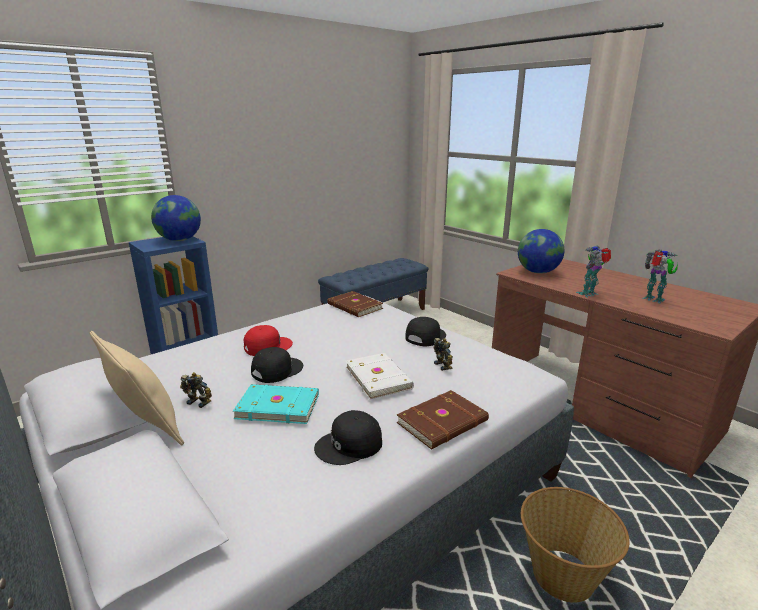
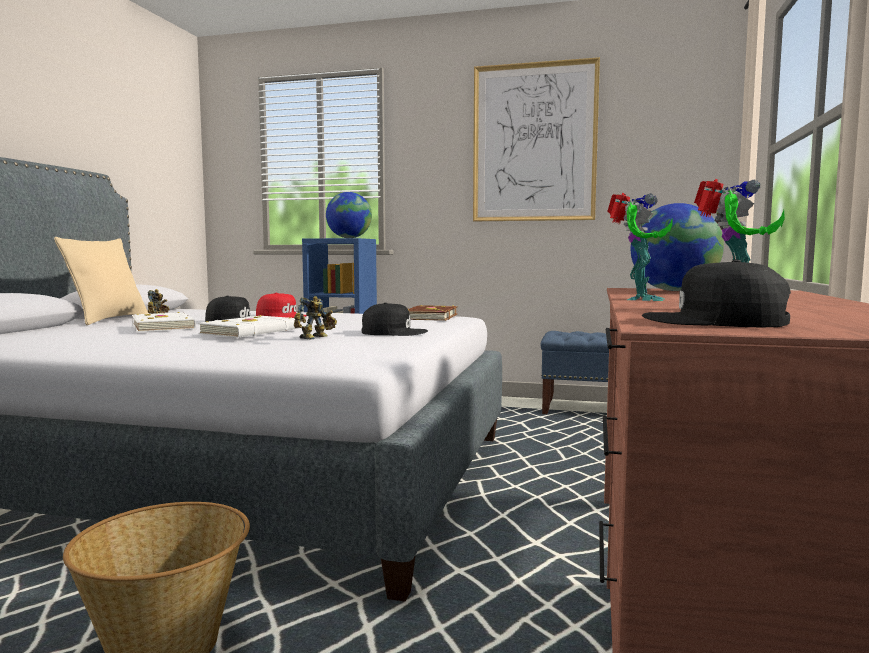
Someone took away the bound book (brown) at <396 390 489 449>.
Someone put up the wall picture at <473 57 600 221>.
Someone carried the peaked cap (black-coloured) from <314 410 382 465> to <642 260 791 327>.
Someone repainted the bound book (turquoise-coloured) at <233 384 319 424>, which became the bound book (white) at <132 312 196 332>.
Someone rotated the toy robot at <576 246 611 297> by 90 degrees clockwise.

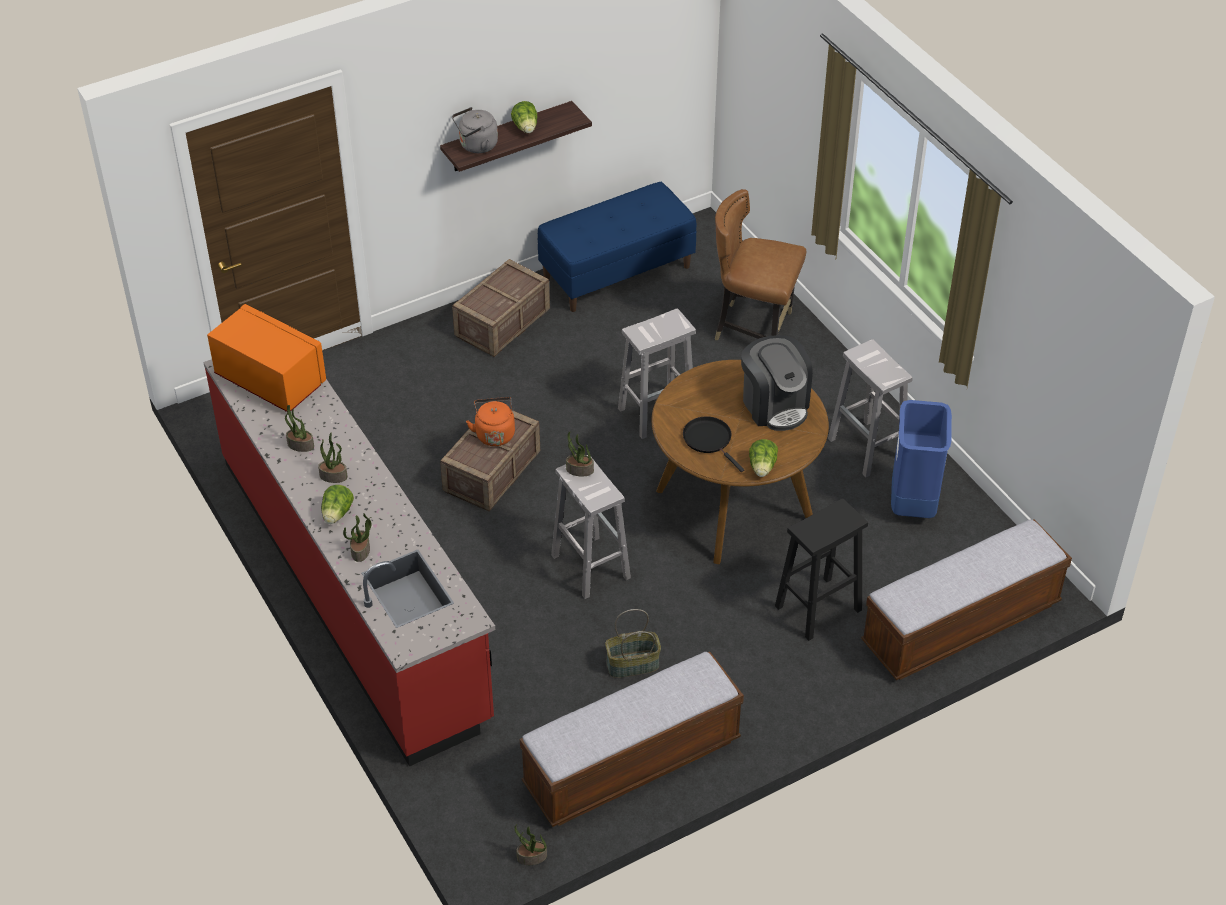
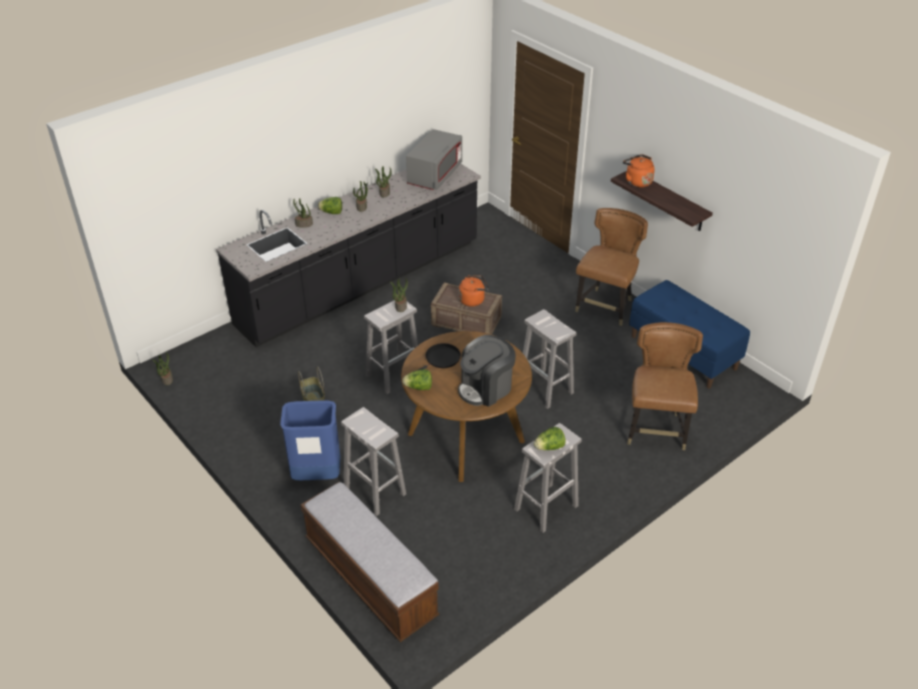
Someone took away the long seat at <520 652 744 827>.
Someone carried the lettuce head from <511 101 537 133> to <534 427 566 450>.
Someone carried the waste bin (blue) from <891 400 952 518> to <280 400 340 480>.
Someone swapped the packing crate at <452 259 550 357> for the upright chair (brown) at <575 208 648 326>.
Someone repainted the kitchen counter (red) at <203 359 495 767>, which became the kitchen counter (black-coloured) at <216 164 481 347>.
Someone repainted the microwave oven (orange-coloured) at <207 304 326 412>, which became the microwave oven (grey) at <406 129 462 190>.
Someone repainted the kettle (grey) at <452 107 498 153>, which became the kettle (orange-coloured) at <623 154 655 187>.
Someone repainted the sitting stool (black-coloured) at <775 498 868 641>, which became the sitting stool (white) at <341 407 406 516>.

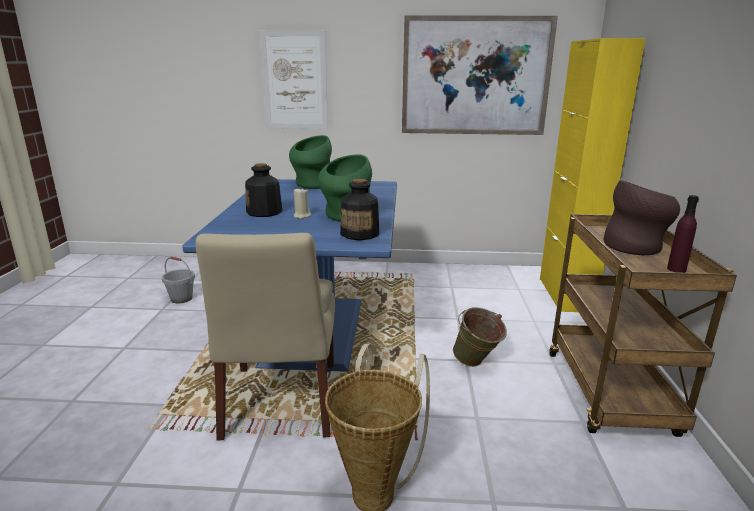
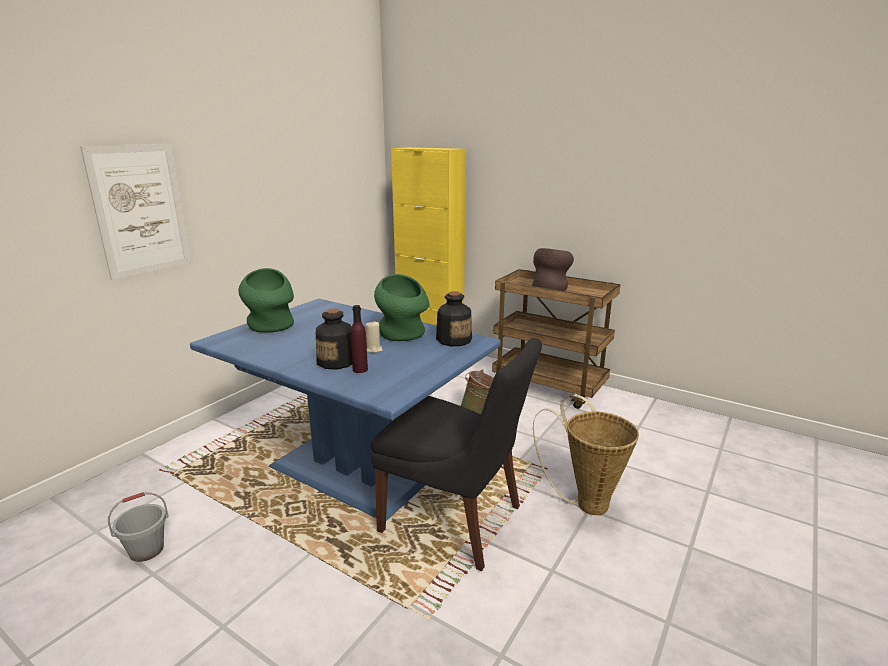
Someone took away the wall picture at <402 15 558 135>.
Someone carried the drink bottle (purplish) from <667 195 699 273> to <350 305 368 373>.
Someone repainted the upright chair (beige) at <195 233 335 440>, which became the upright chair (black-coloured) at <371 338 542 571>.

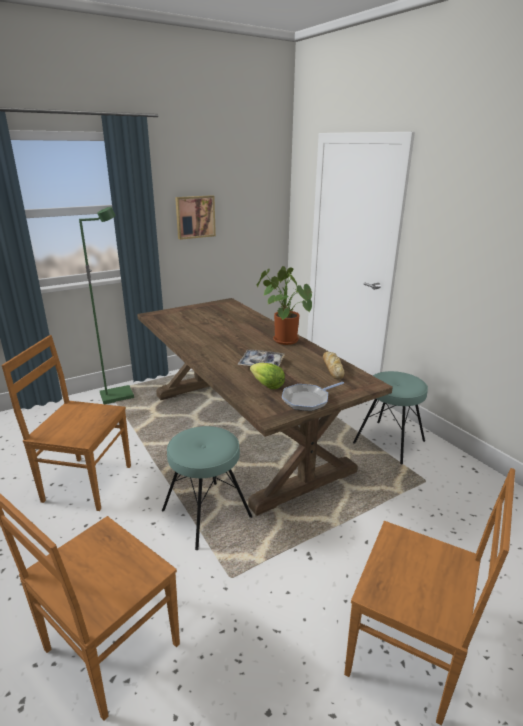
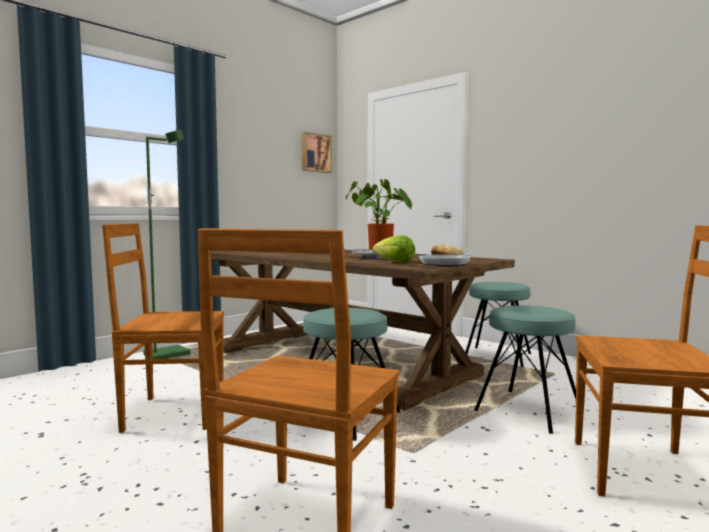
Someone put down the sitting stool (turquoise-coloured) at <474 305 576 434>.
Someone carried the wall picture from <175 195 216 240> to <302 132 332 173>.

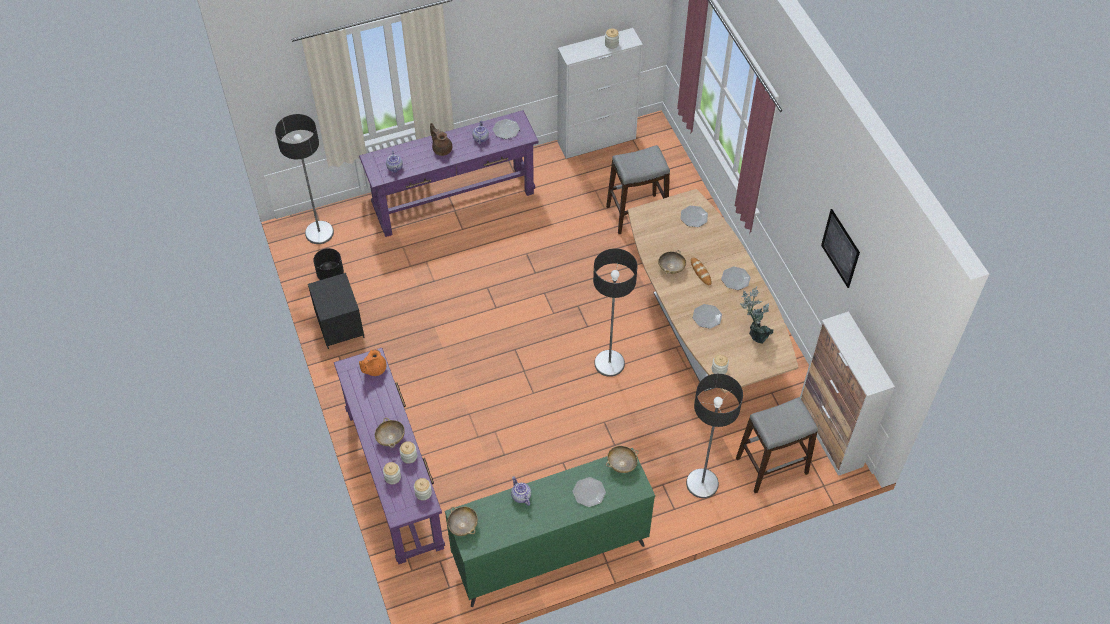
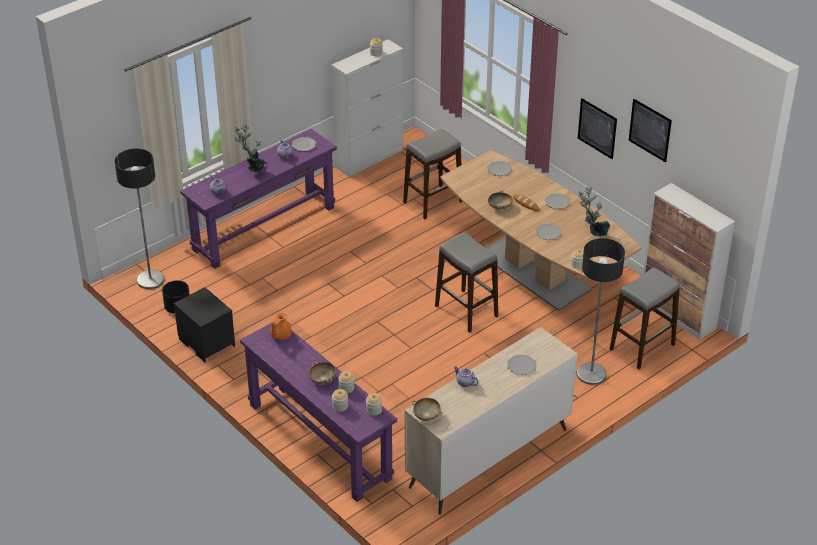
Someone took away the serving bowl (beige) at <606 446 639 473>.
Someone put up the wall picture at <578 98 617 159>.
Someone swapped the pot for tea (brown) at <430 123 452 156> for the plant in a pot at <234 124 268 172>.
Someone swapped the standing lamp at <593 248 637 377> for the sitting stool (grey) at <435 233 498 333>.
Someone repainted the chest of drawers (green) at <445 448 655 607>, which became the chest of drawers (beige) at <405 327 578 515>.

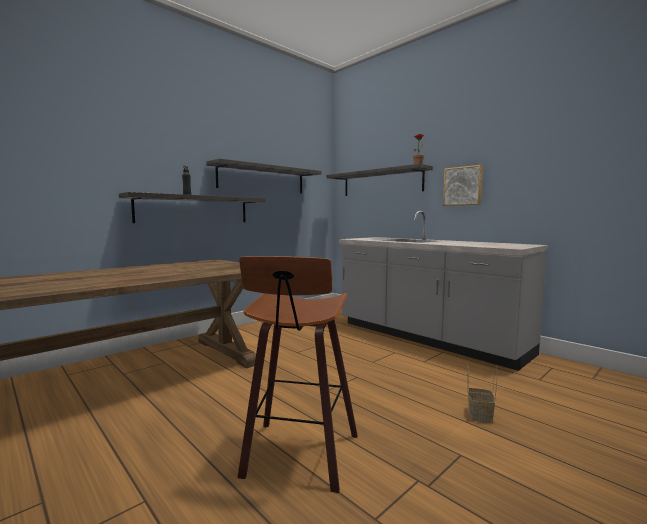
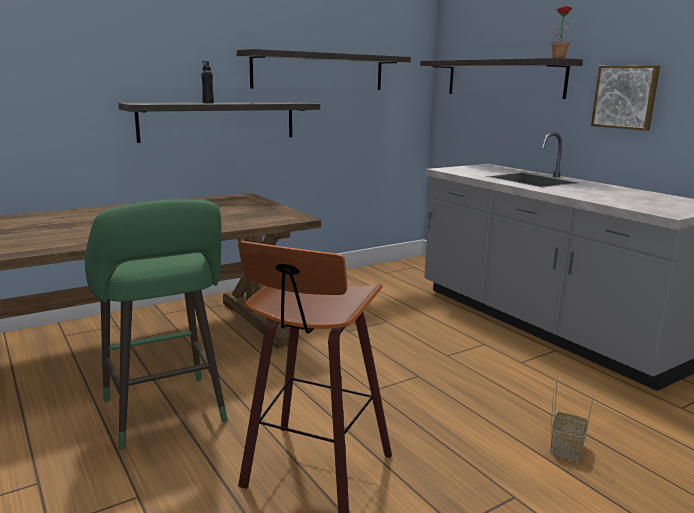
Someone put down the sitting stool (green) at <85 199 228 450>.

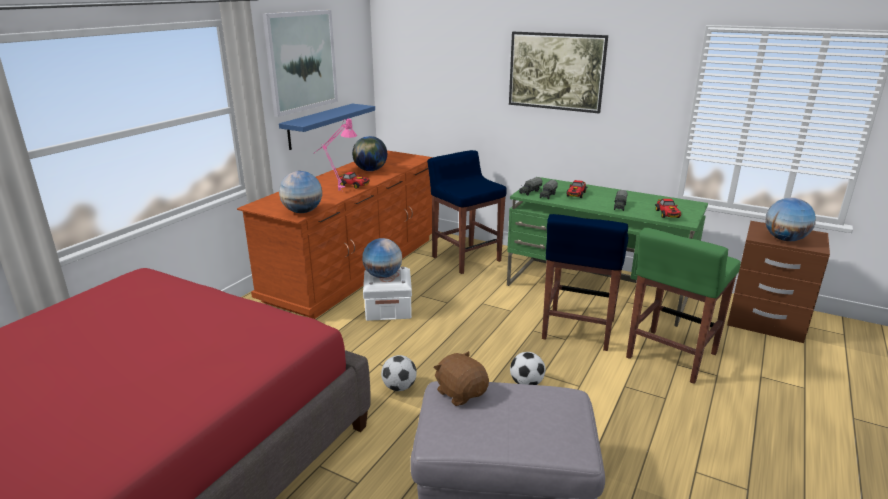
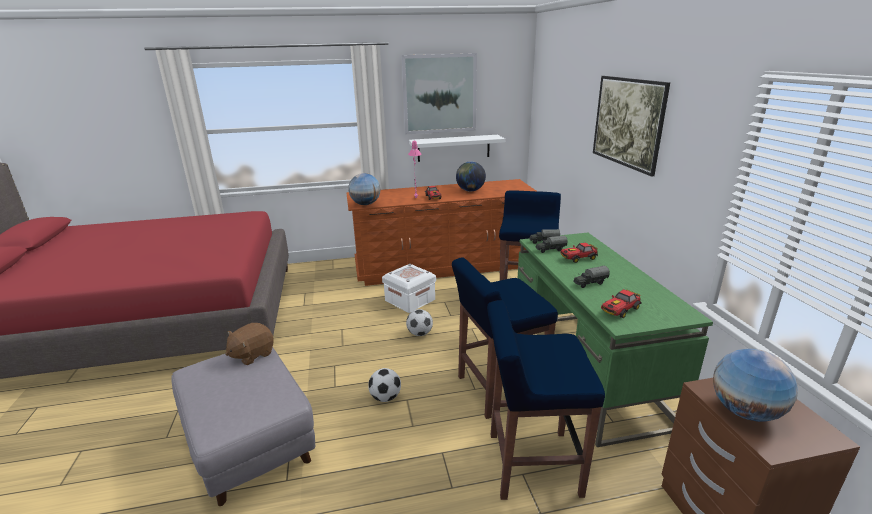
Someone took away the globe at <362 238 402 278>.
Someone carried the football ball from <381 355 417 391> to <406 309 433 336>.
Someone repainted the wall shelf (blue) at <279 104 375 150>, which became the wall shelf (white) at <409 135 505 162>.
Someone repainted the sitting stool (green) at <626 228 741 384>, which became the sitting stool (blue) at <487 300 605 500>.
Someone rotated the soft toy (brown) at <434 351 489 406> by 150 degrees counterclockwise.

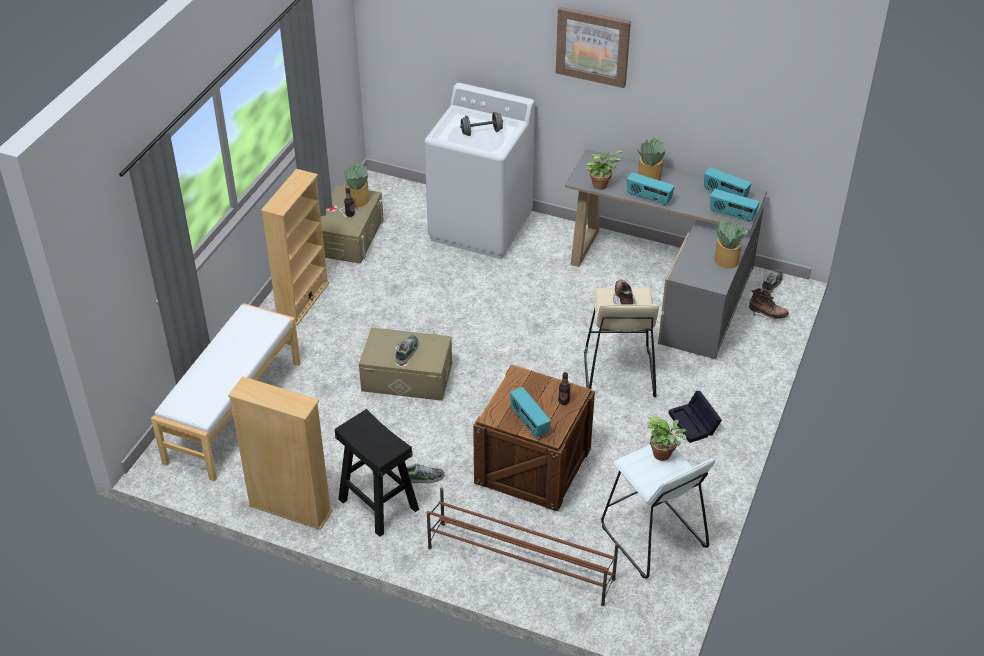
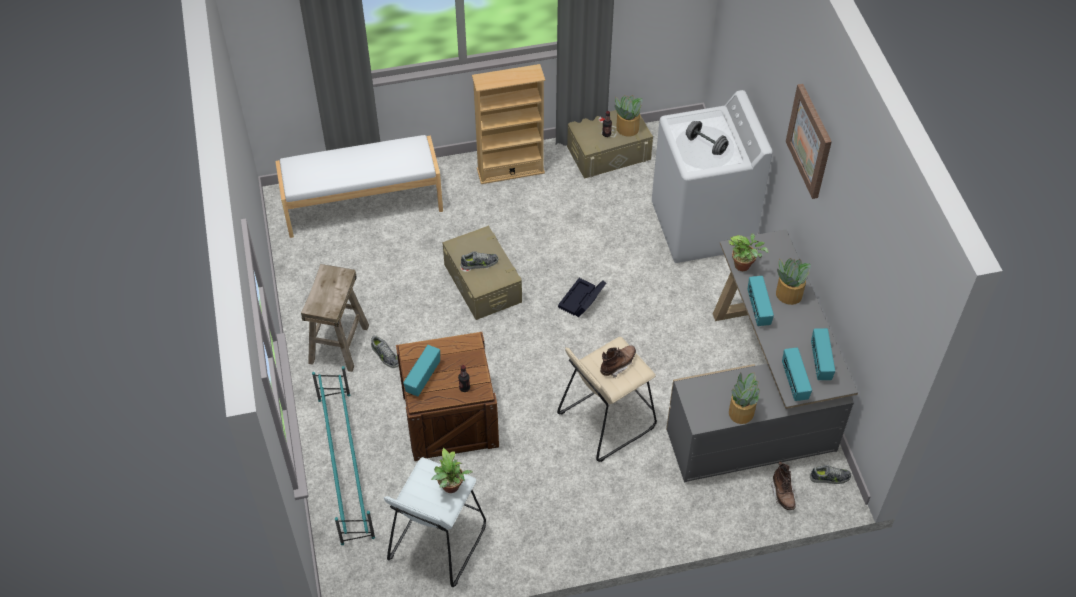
Someone took away the bookcase (beige) at <228 376 333 530>.
Someone carried the storage box (black-coloured) from <668 391 722 443> to <558 278 606 317>.
Someone repainted the sitting stool (black-coloured) at <335 409 419 537>, which became the sitting stool (beige) at <301 264 369 372>.
Someone repainted the shoe shelf (brown) at <427 488 619 606>, which became the shoe shelf (turquoise-coloured) at <312 366 375 545>.

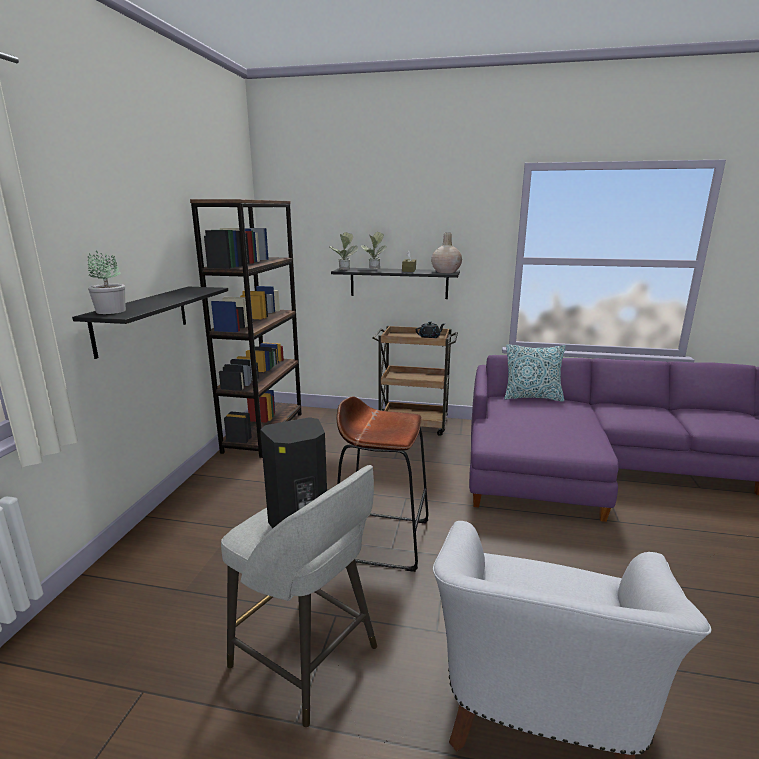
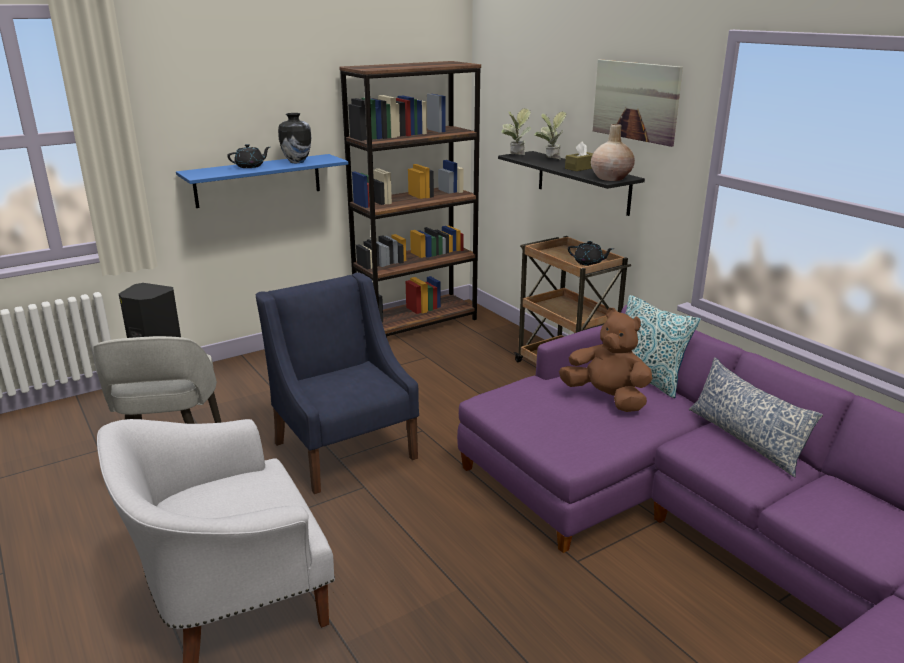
Someone took away the plant in a pot at <87 250 126 314>.
Someone put down the pot for tea (black-coloured) at <227 144 270 168>.
Someone put down the vase at <278 113 311 163>.
Someone put down the soft toy (brown) at <559 308 653 412>.
Someone put up the wall picture at <593 59 683 147>.
Someone put down the cushion at <689 357 823 477>.
Someone swapped the sitting stool (brown) at <337 396 429 572> for the lounge chair (blue) at <256 273 419 494>.
Someone repainted the wall shelf (black-coloured) at <72 287 228 359>, which became the wall shelf (blue) at <176 154 349 208>.

